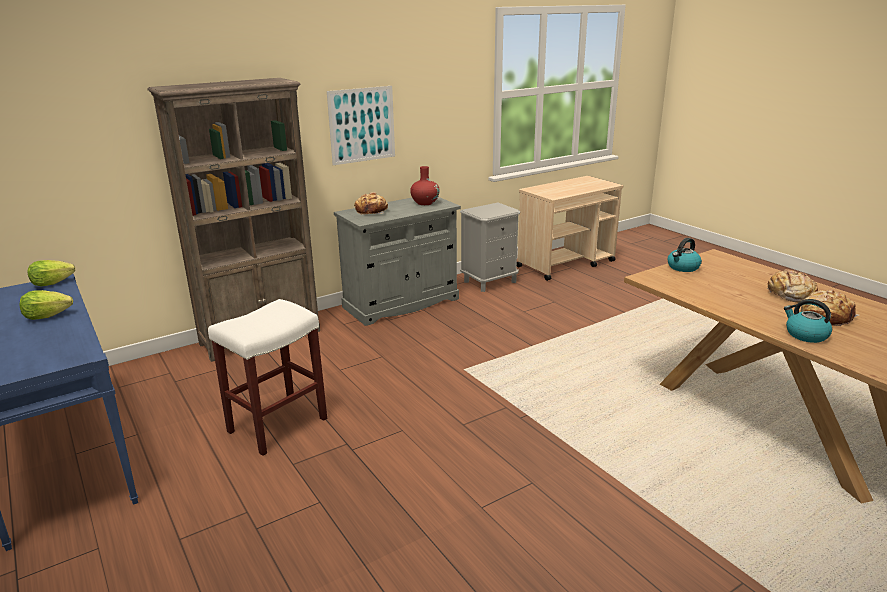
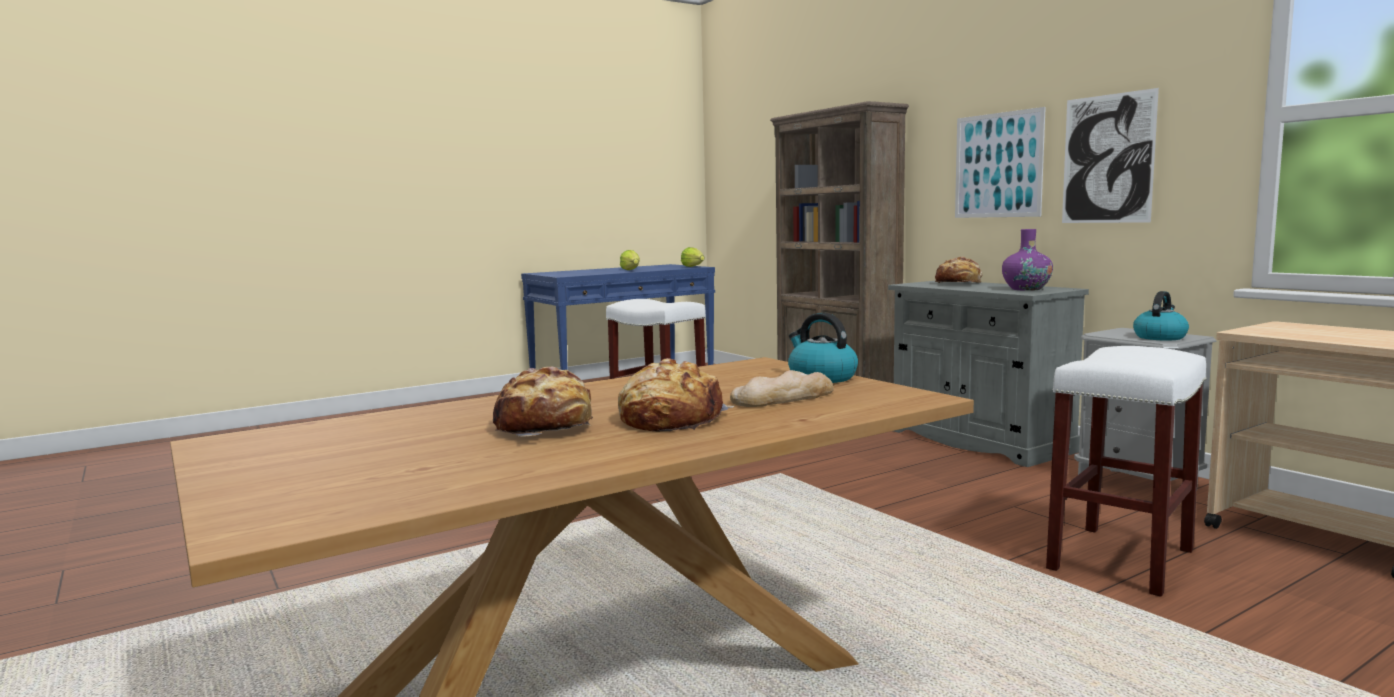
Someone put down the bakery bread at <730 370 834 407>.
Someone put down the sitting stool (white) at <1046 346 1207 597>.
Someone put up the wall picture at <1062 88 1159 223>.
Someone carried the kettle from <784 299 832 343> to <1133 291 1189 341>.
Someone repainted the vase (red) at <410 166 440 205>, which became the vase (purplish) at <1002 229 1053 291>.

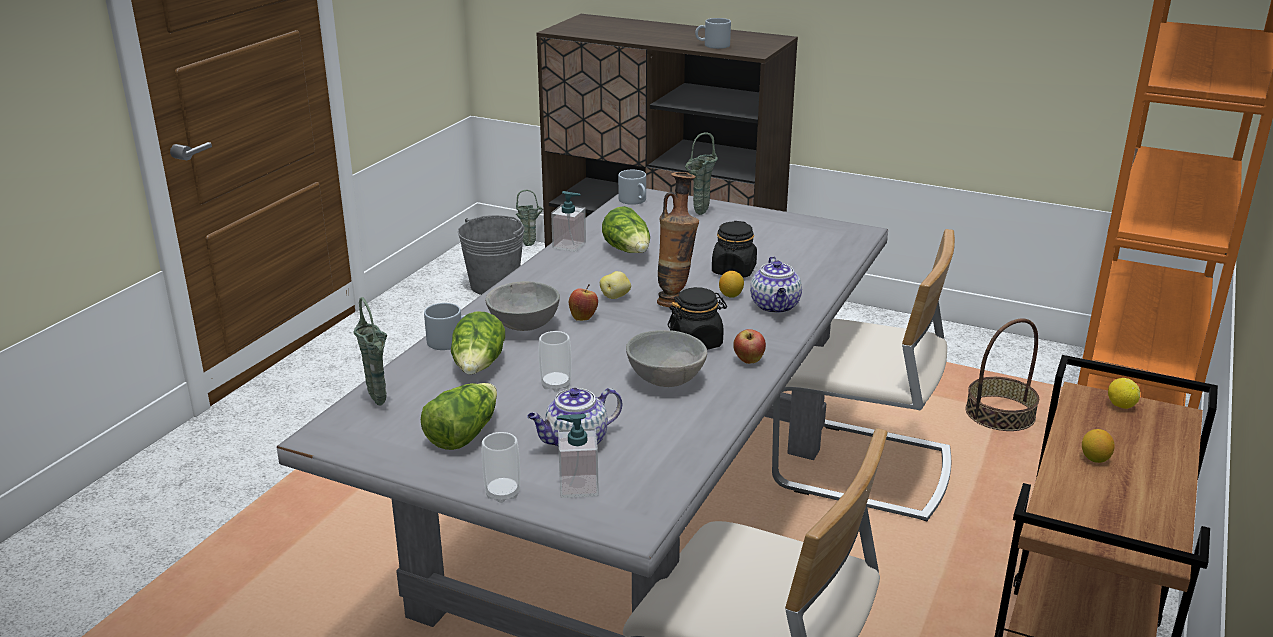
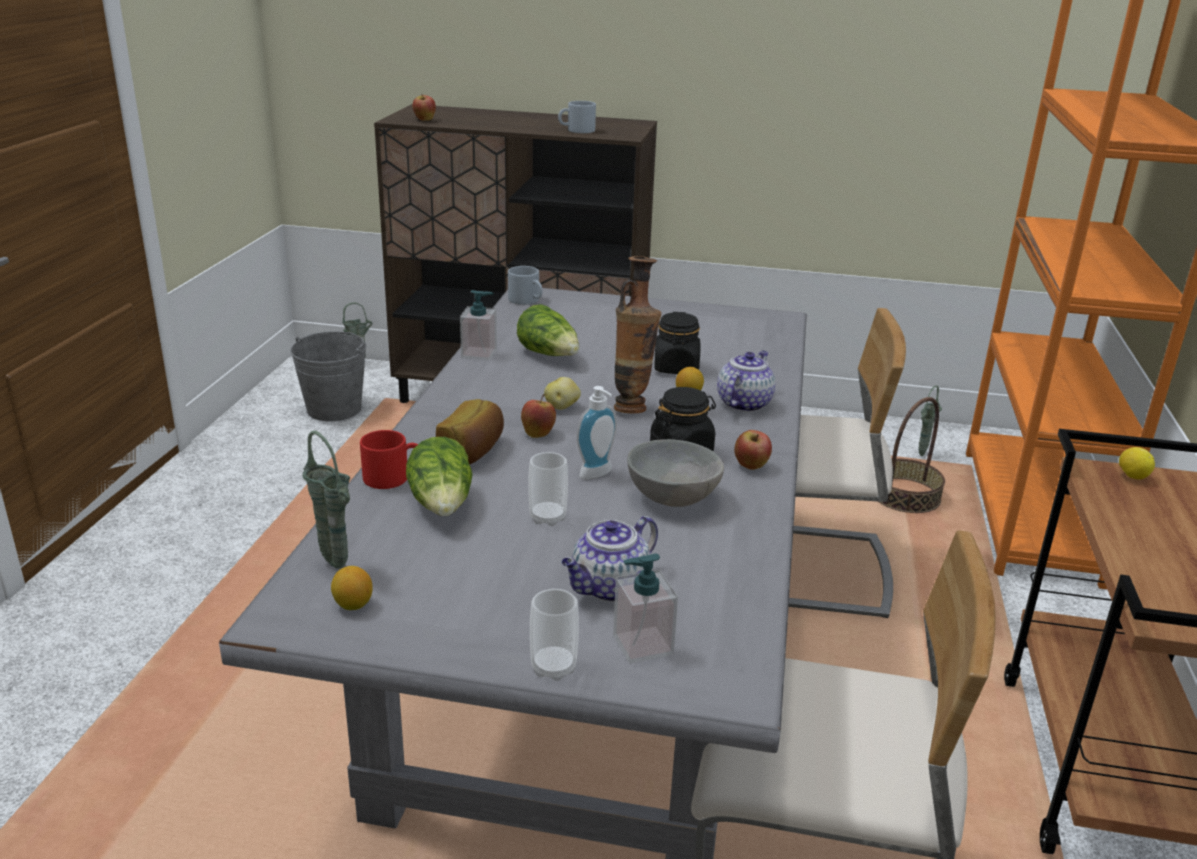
Someone took away the lettuce head at <421 383 497 450>.
Someone put down the apple at <412 94 436 121>.
Someone put down the soap bottle at <577 386 617 479>.
Someone carried the vase (green) from <685 132 718 215> to <918 386 942 456>.
Someone carried the lemon from <1082 429 1115 463> to <331 566 372 610>.
Someone swapped the serving bowl (grey) at <485 281 560 331> for the bakery bread at <436 399 504 464>.
Someone repainted the coffee mug (grey) at <424 303 466 350>, which became the coffee mug (red) at <360 430 418 489>.
Someone rotated the pot for tea at <750 256 802 314> by 135 degrees counterclockwise.

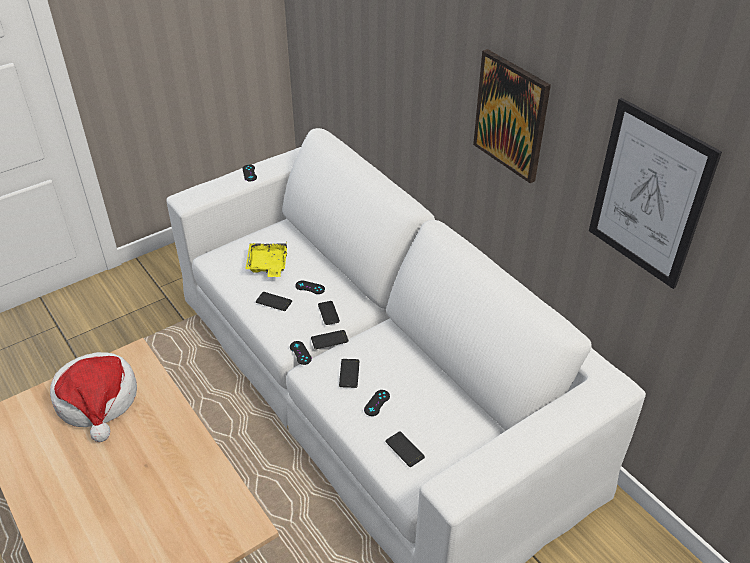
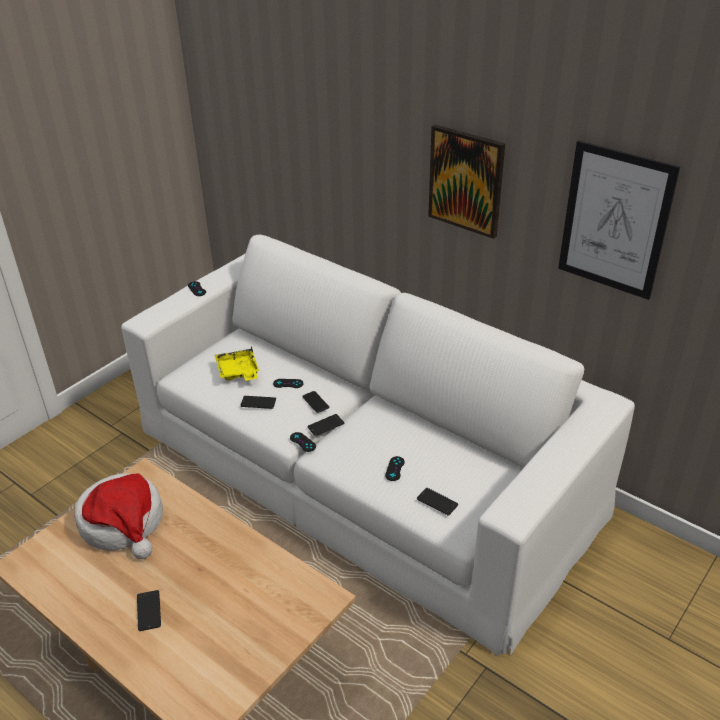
Someone carried the phone from <339 359 359 388> to <137 590 161 631>.

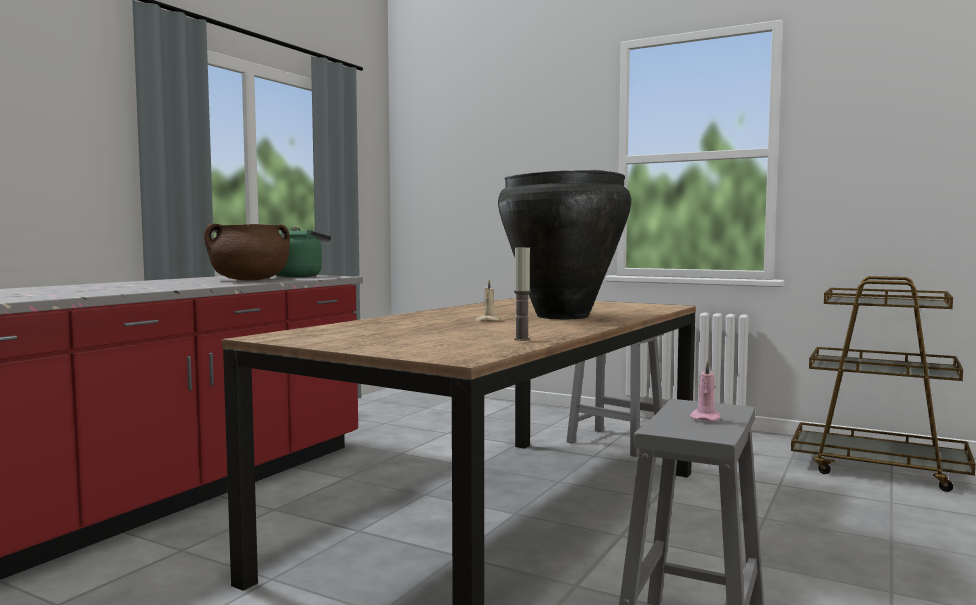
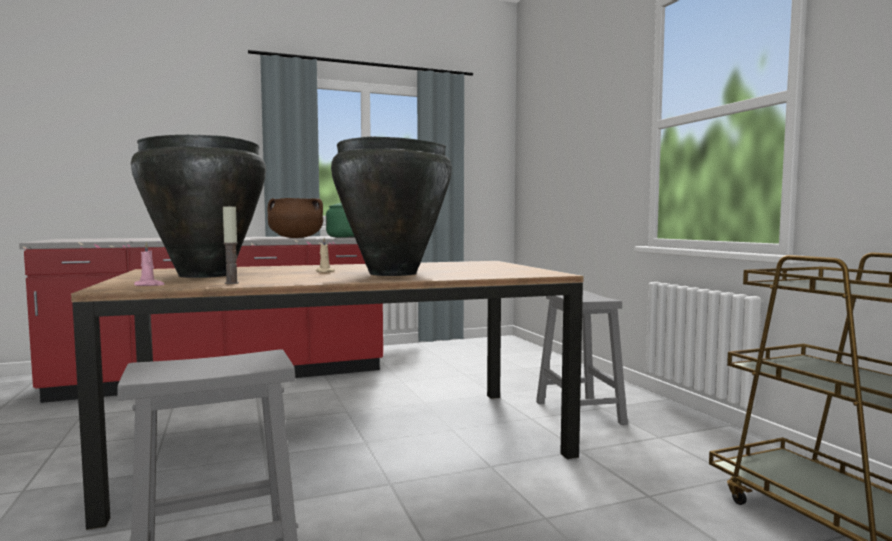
Someone put down the vase (black-coloured) at <131 135 266 278>.
Someone carried the wax light (pinkish) from <690 361 721 421> to <134 242 165 286>.

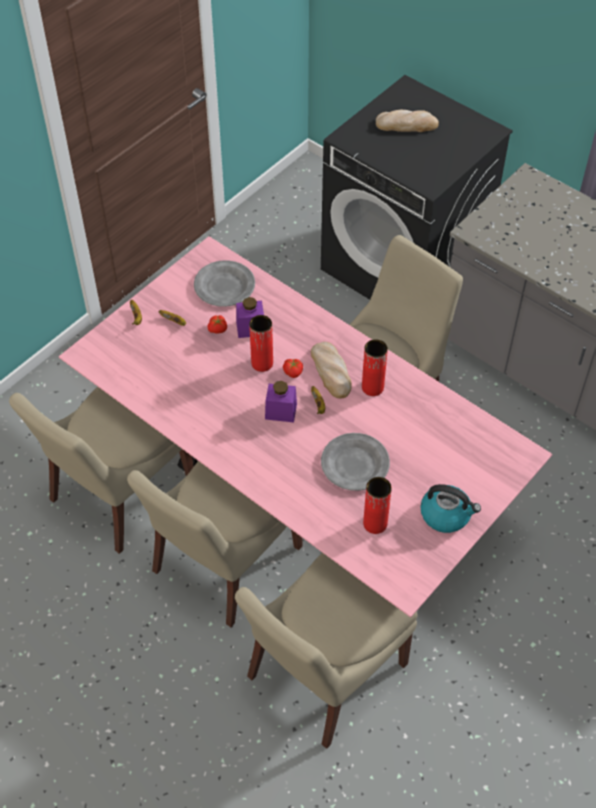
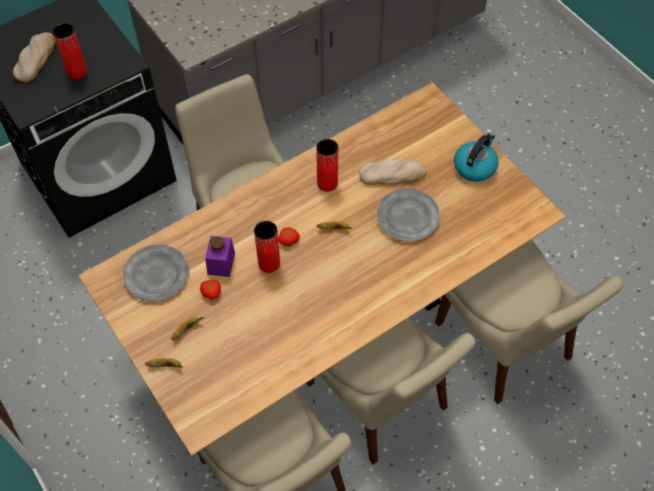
Someone took away the preserve jar (purplish) at <265 381 297 422>.
Someone carried the bakery bread from <311 342 352 399> to <359 159 426 185>.
Someone carried the vase (red) from <363 477 392 534> to <53 23 87 79>.
Someone repainted the dinner table (pinkish) at <59 236 553 618>, which became the dinner table (brown) at <78 82 566 456>.

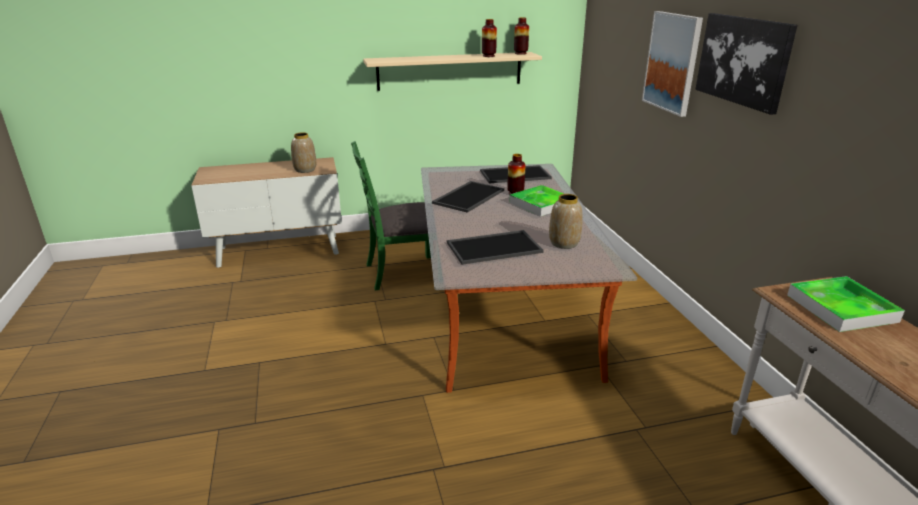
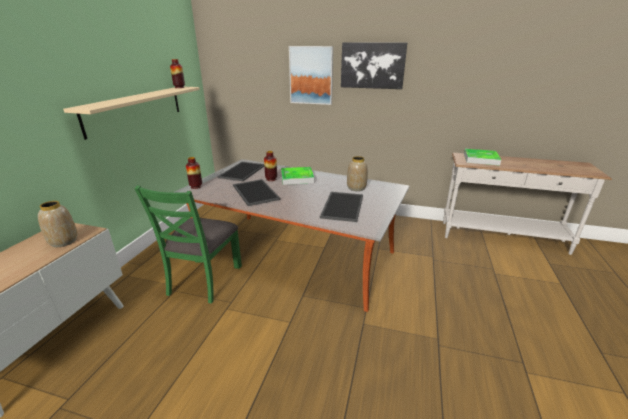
Someone carried the vase from <482 19 497 57> to <186 157 202 189>.

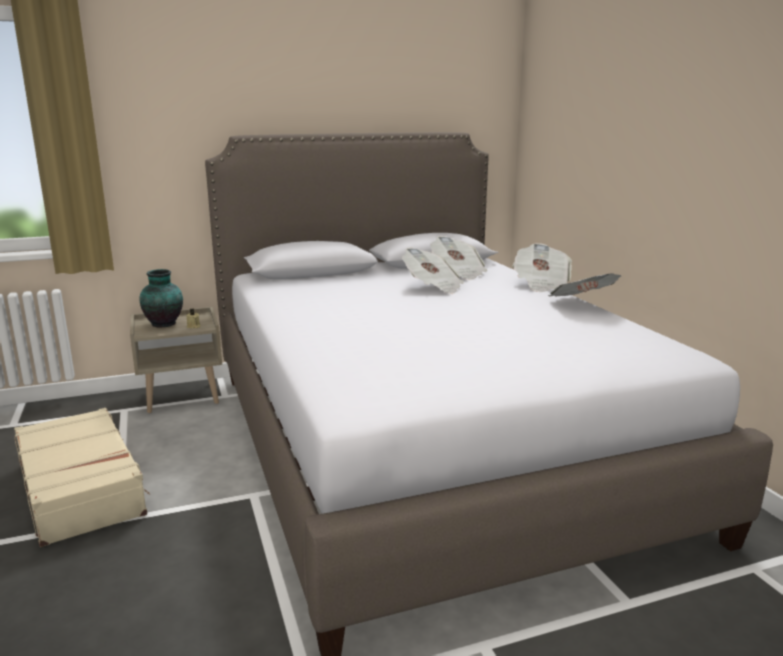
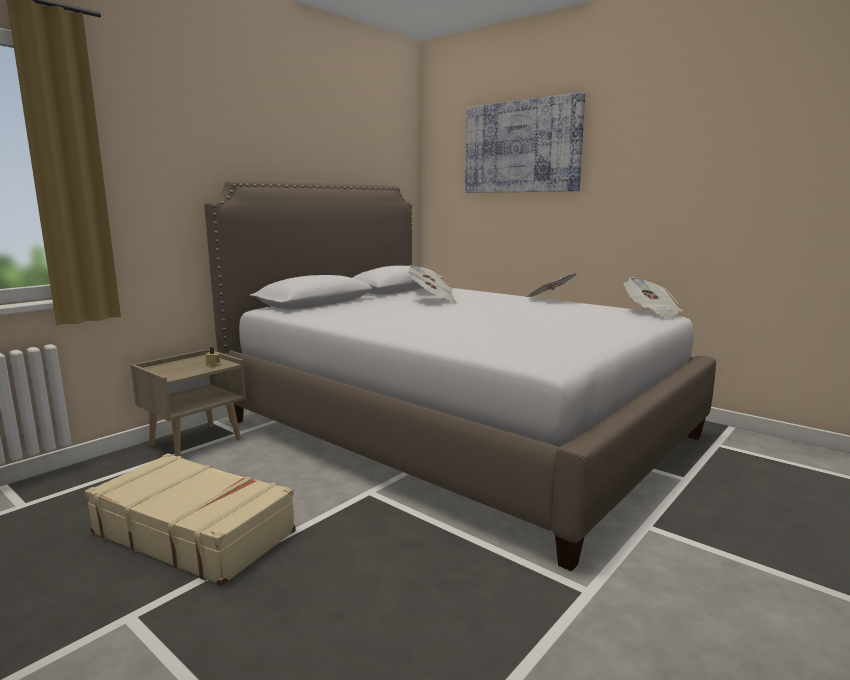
Someone took away the vase at <139 269 183 328>.
Someone put up the wall picture at <465 92 585 193>.
Someone carried the newspaper from <512 243 572 292> to <624 277 683 318>.

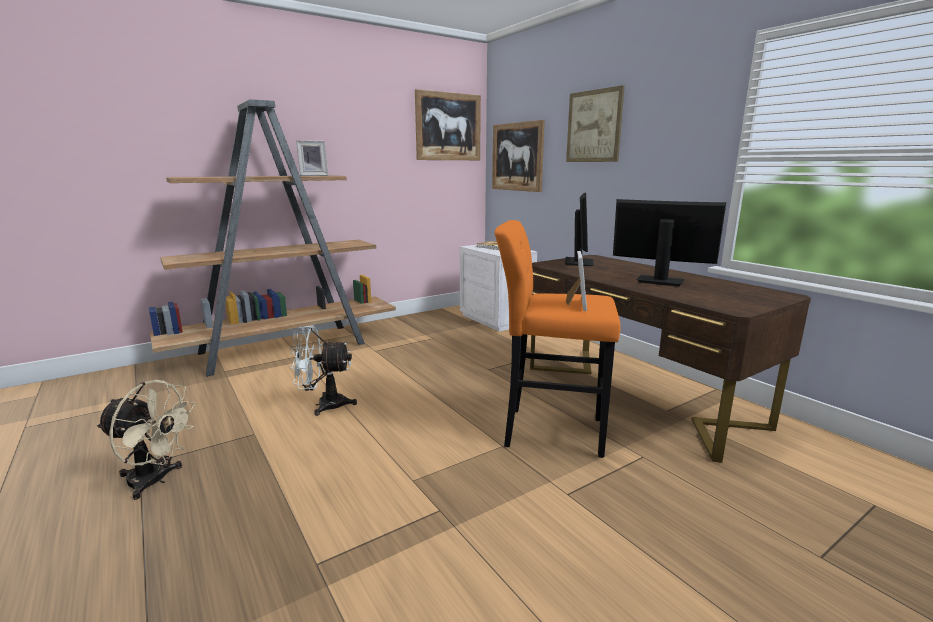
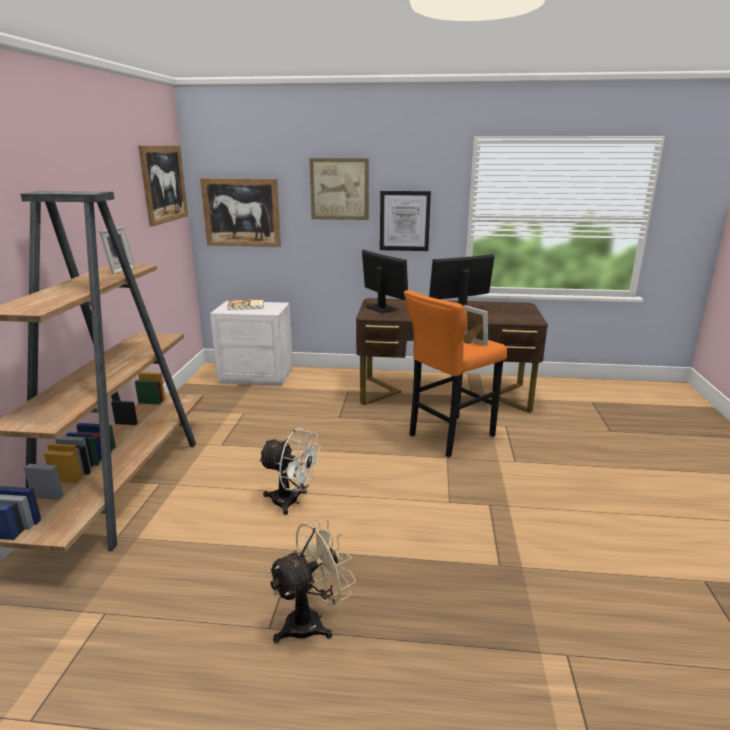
Someone put up the wall picture at <380 191 431 251>.
Someone rotated the fan (white) at <290 326 357 416> by 105 degrees counterclockwise.

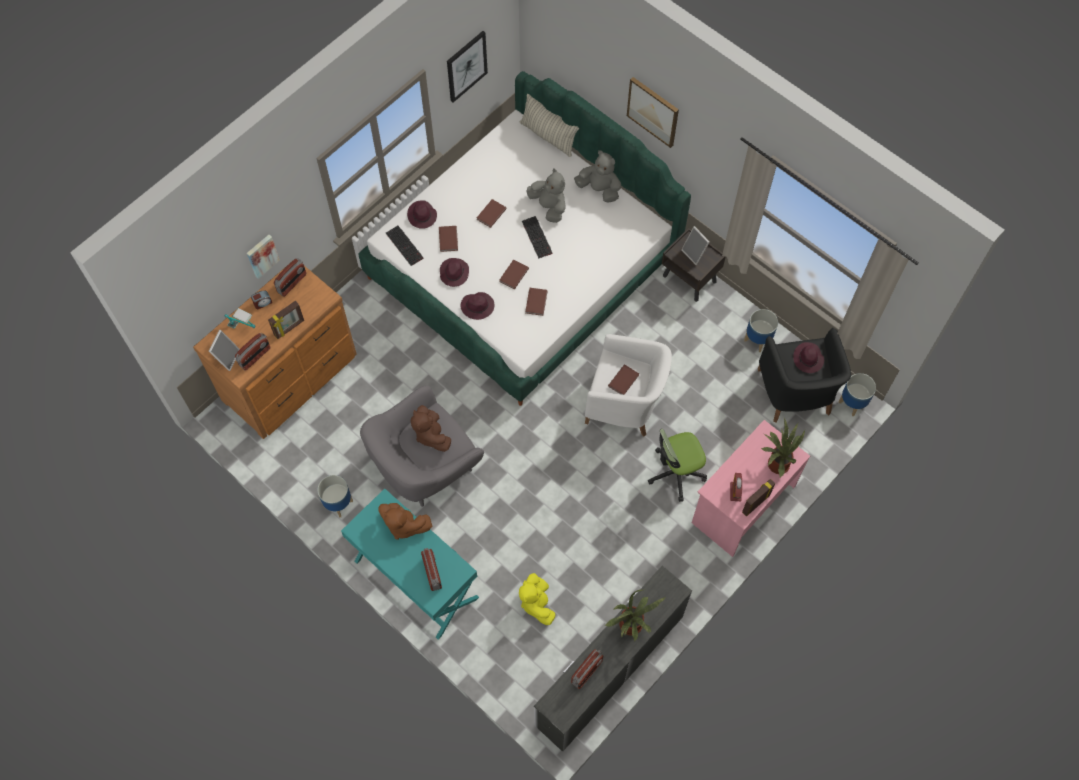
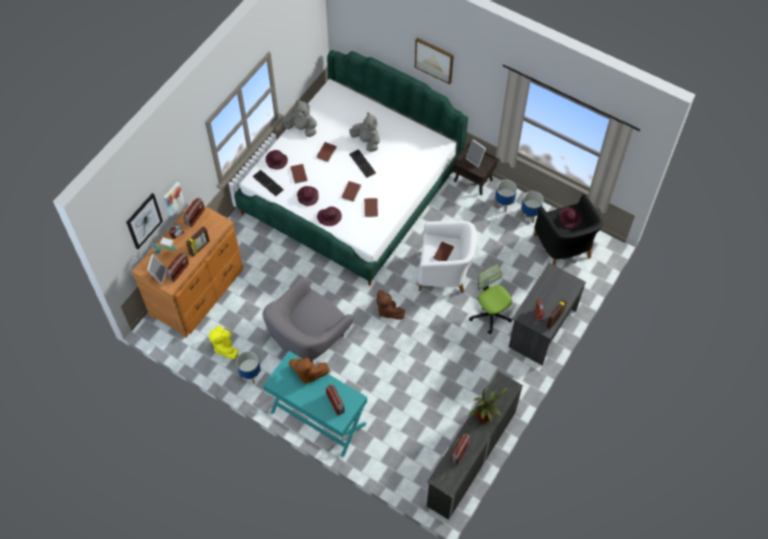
Someone took away the cushion at <520 94 579 157>.
Someone took away the plant in a pot at <761 419 805 477>.
Someone carried the soft toy (brown) from <411 405 451 452> to <376 290 405 320>.
Someone carried the wall picture from <447 31 488 103> to <126 193 163 249>.
Someone carried the soft toy (yellowish) from <519 573 555 625> to <209 326 238 359>.
Someone carried the soft toy (grey) from <574 150 621 203> to <282 100 317 137>.
Someone carried the planter from <838 373 876 416> to <494 180 517 212>.
Someone repainted the desk table (pinkish) at <692 420 810 557>, which became the desk table (grey) at <509 263 586 365>.
Someone rotated the office chair at <648 429 707 502> by 90 degrees clockwise.

